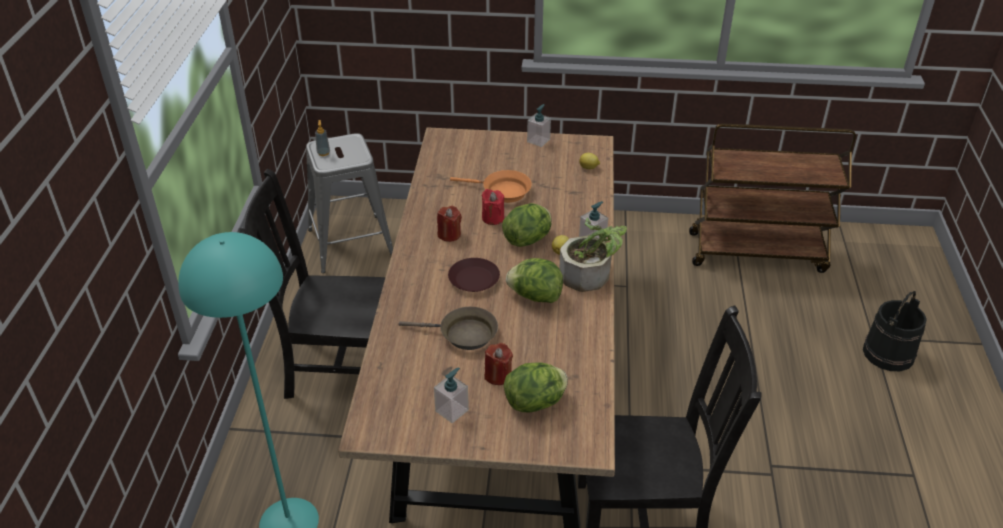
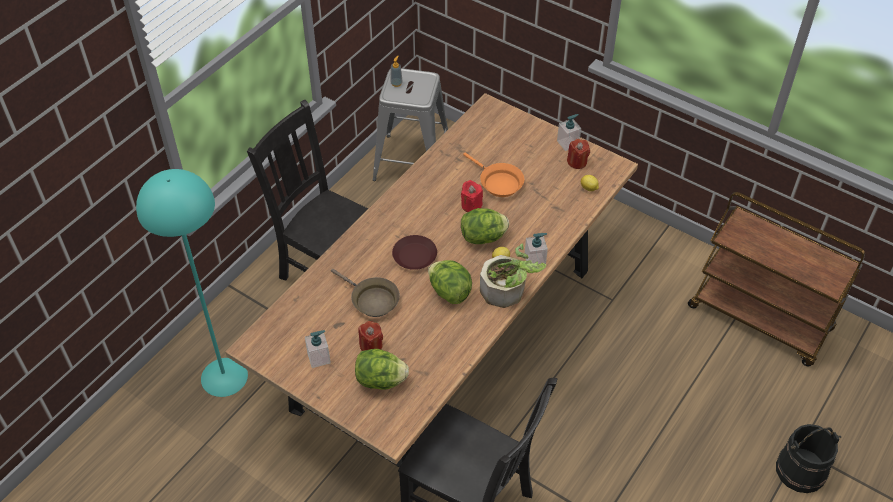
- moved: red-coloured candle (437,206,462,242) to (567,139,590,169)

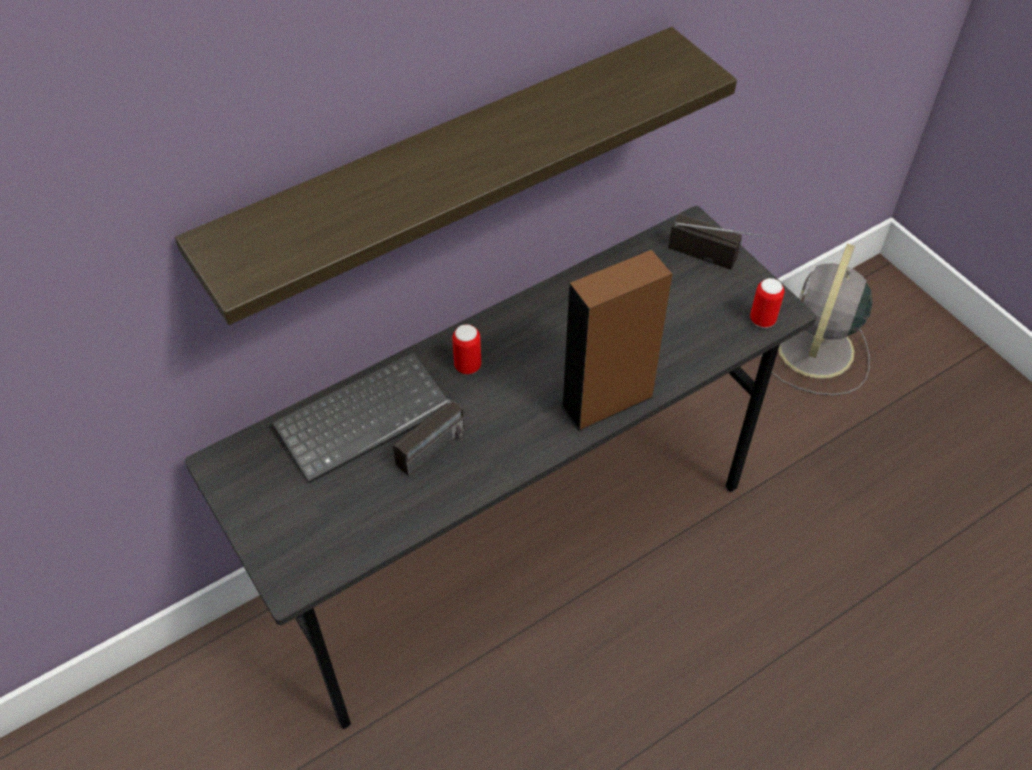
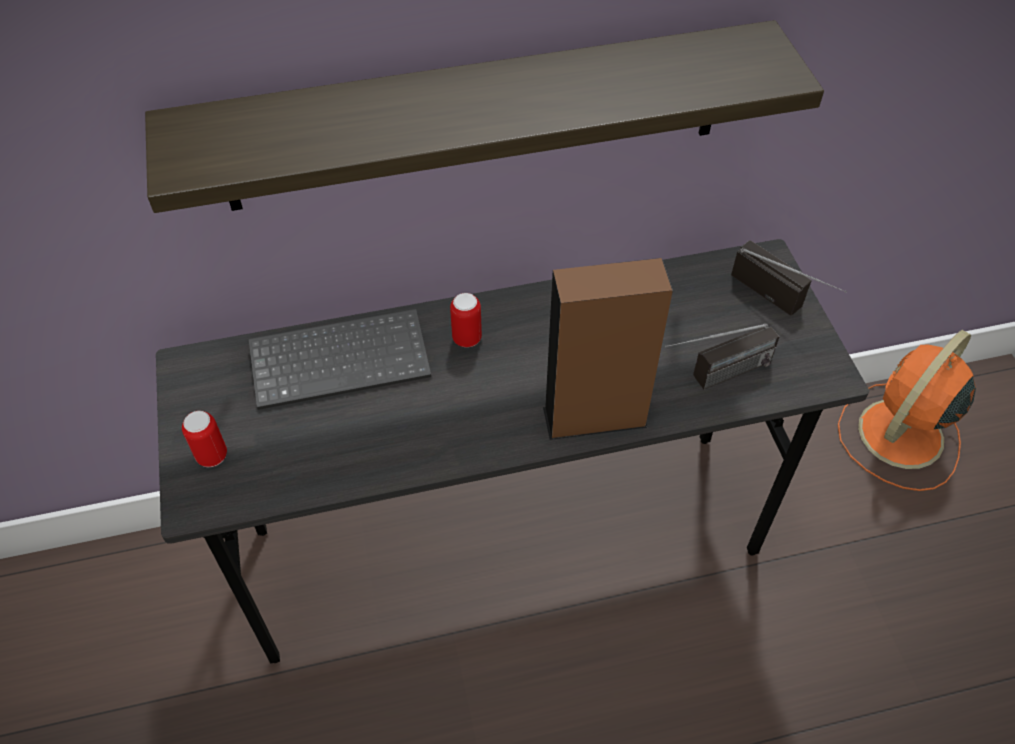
- recoloured: gray fan (761,244,873,395) to orange-coloured fan (838,330,976,491)
- moved: can (750,278,784,328) to (182,411,227,467)
- moved: radio receiver (357,399,464,476) to (665,324,779,389)

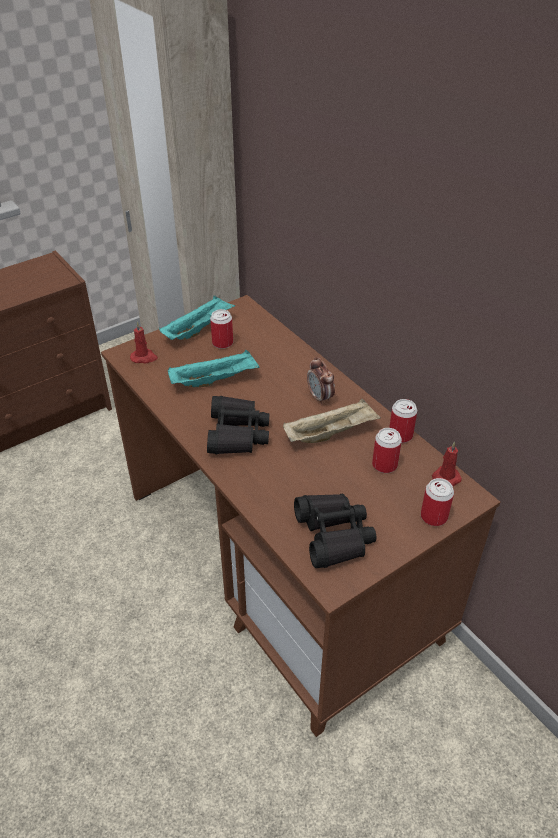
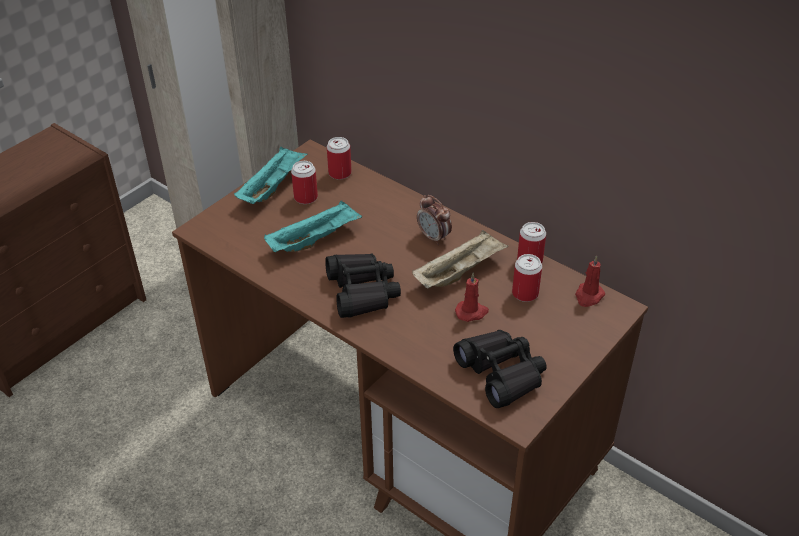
- moved: red-coloured candle (130,321,158,364) to (455,272,489,322)
- moved: can (421,478,454,526) to (327,137,352,179)

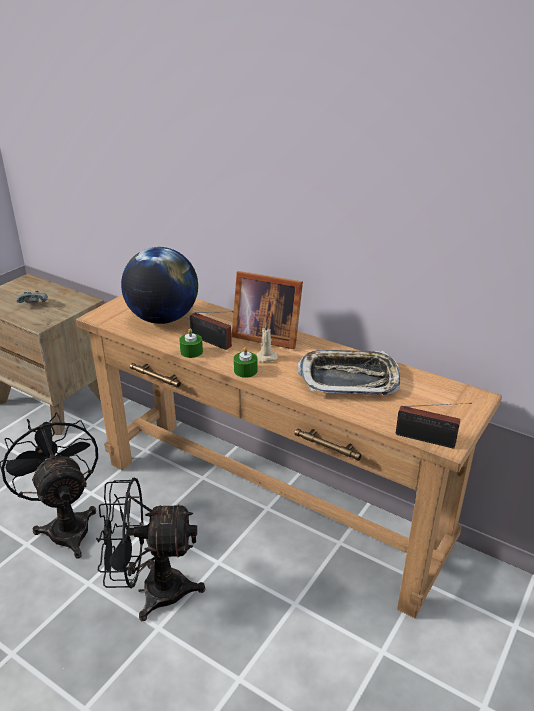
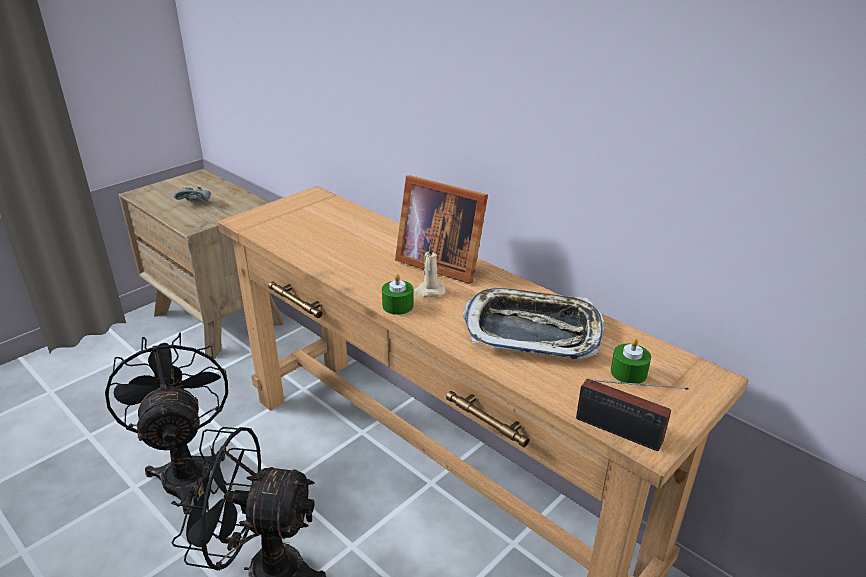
- removed: globe (121,247,198,324)
- removed: radio receiver (190,311,234,350)
- moved: green-coloured candle (179,328,203,358) to (611,338,651,385)

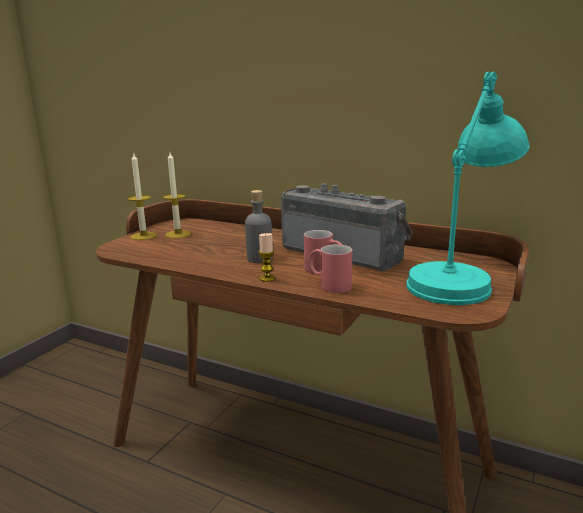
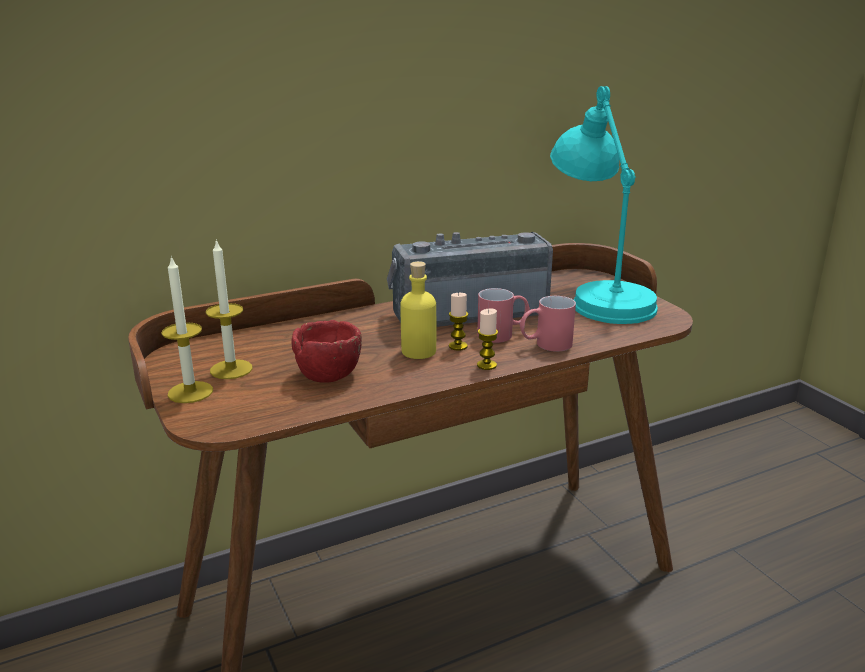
- recoloured: gray bottle (245,190,273,263) to yellowish bottle (400,261,436,359)
- added: candle (449,293,468,351)
- added: red-coloured serving bowl (292,320,362,383)

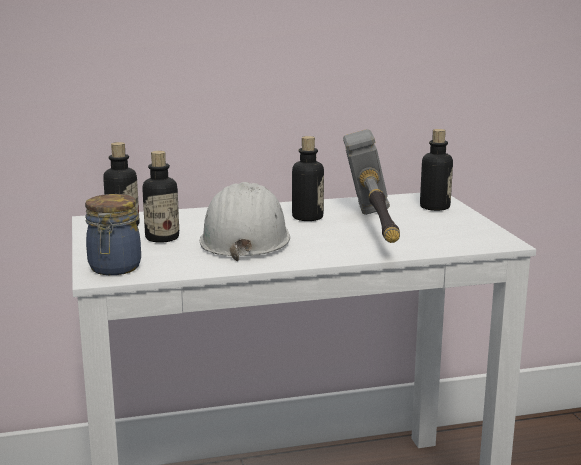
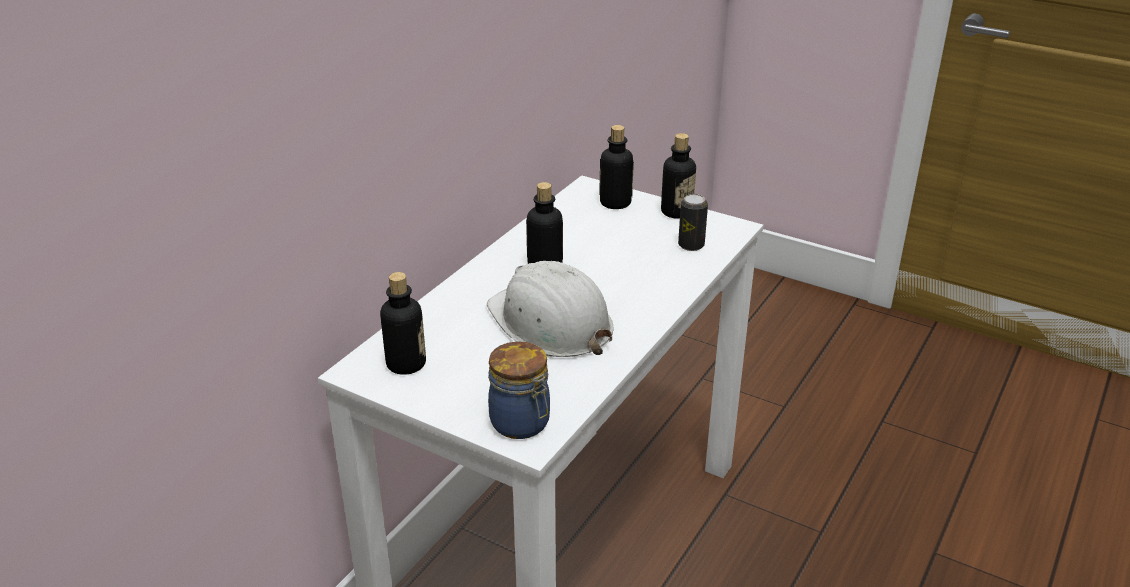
- removed: hand hammer (343,129,400,243)
- moved: bottle (142,151,179,243) to (661,133,696,219)
- added: can (678,194,708,251)

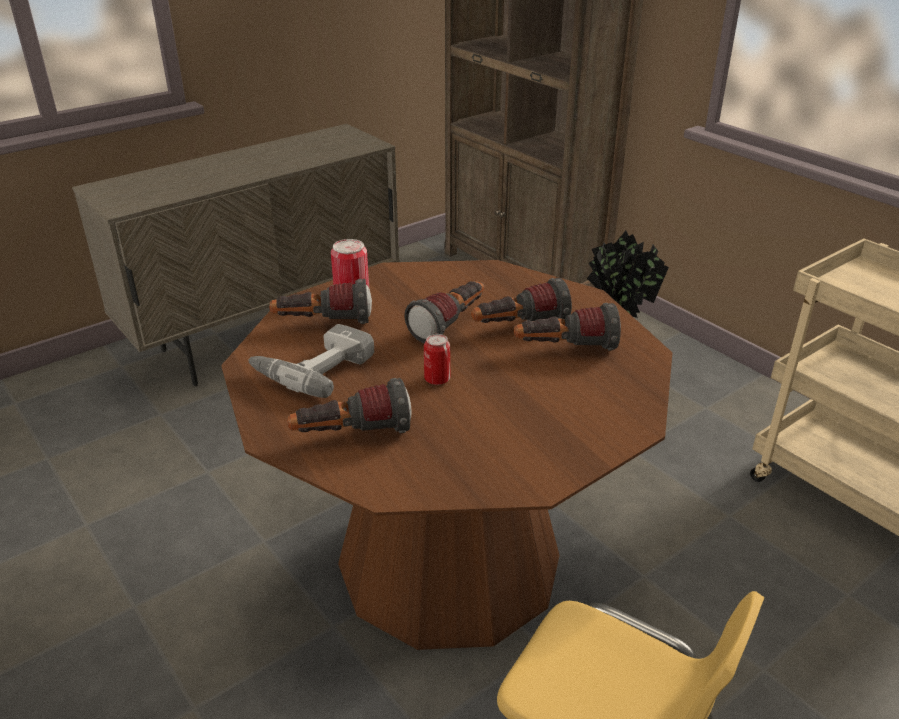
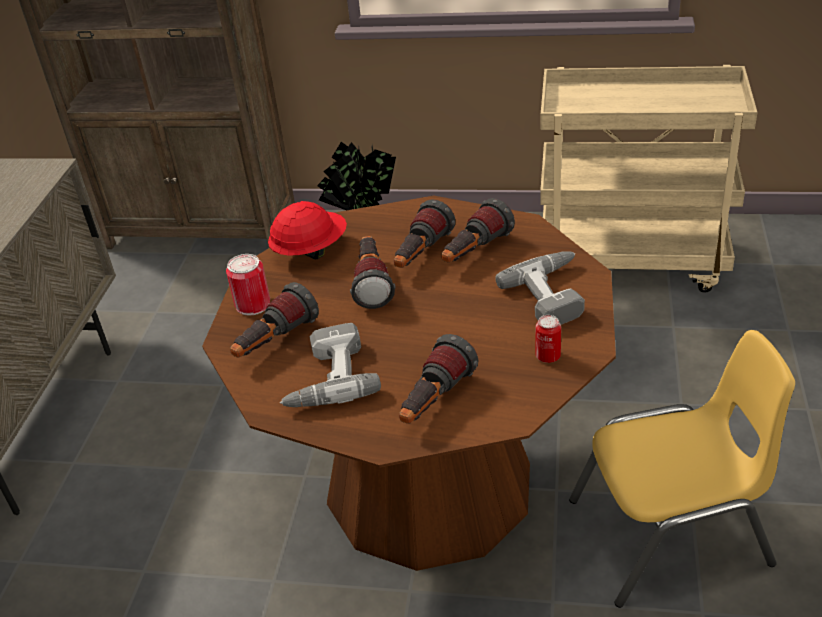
- moved: can (424,334,450,385) to (535,315,561,363)
- added: red-coloured safety helmet (268,201,347,260)
- added: electric drill (495,251,585,324)

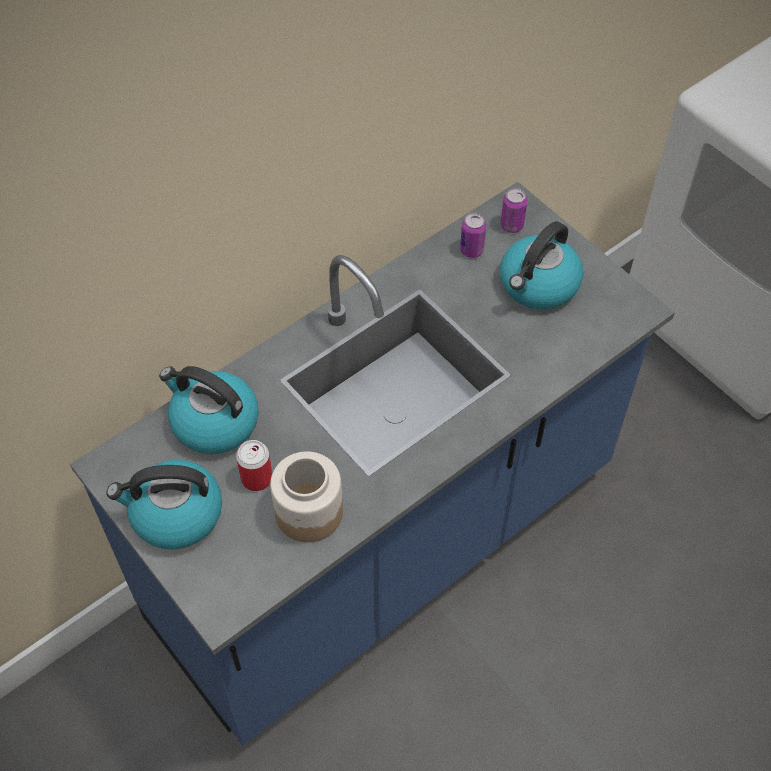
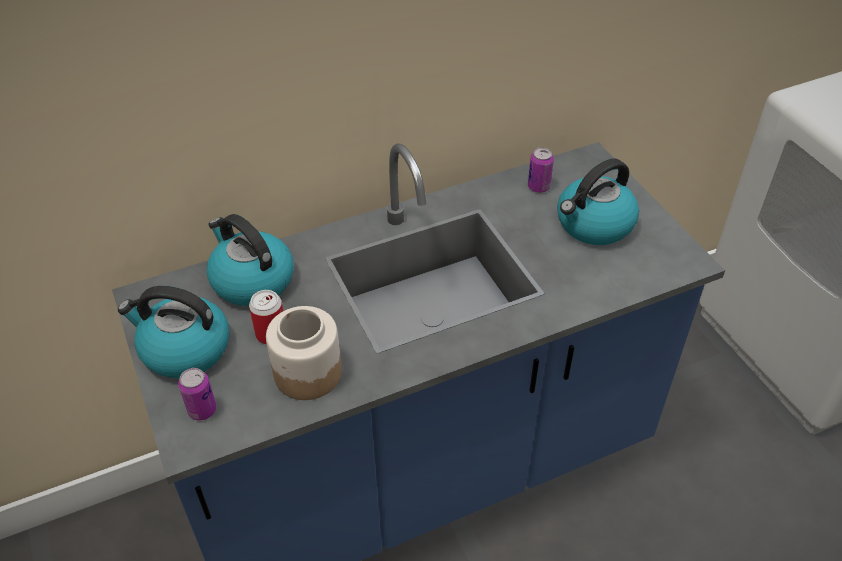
- moved: can (500,188,527,233) to (178,368,216,421)

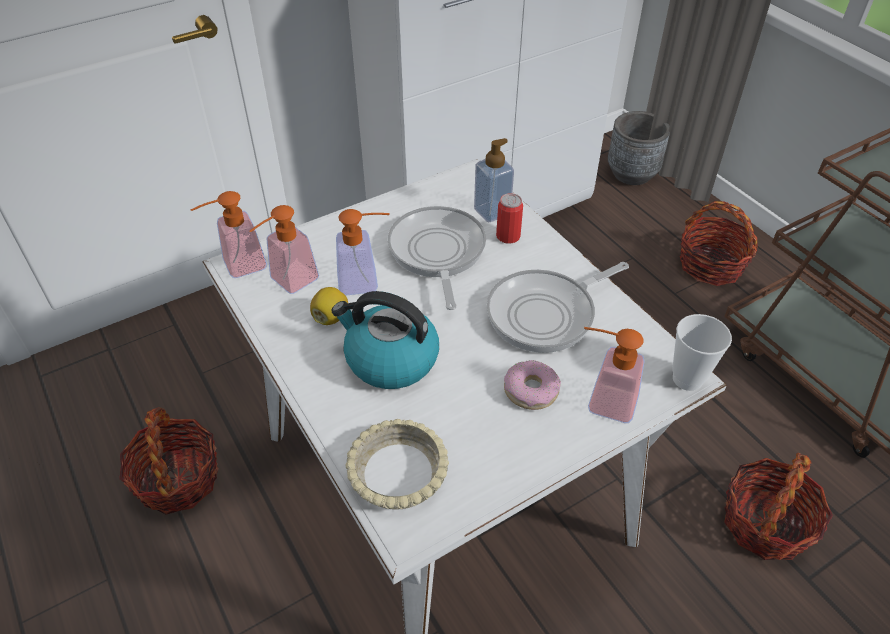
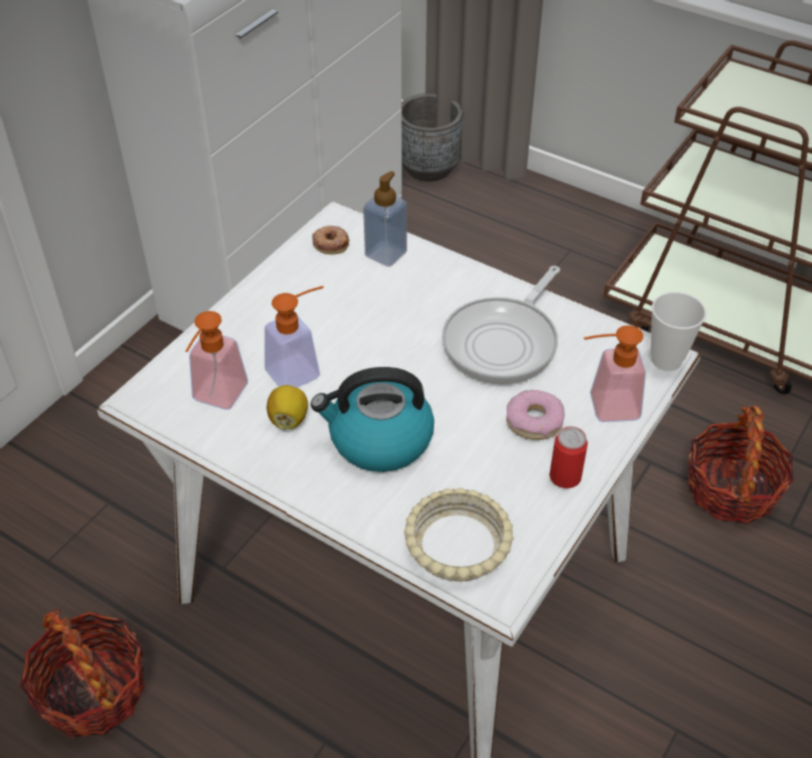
- removed: soap dispenser (190,191,267,278)
- moved: can (496,193,523,244) to (549,426,588,488)
- removed: household basket (680,201,758,286)
- removed: skillet (388,206,486,310)
- added: ring doughnut (312,226,349,255)

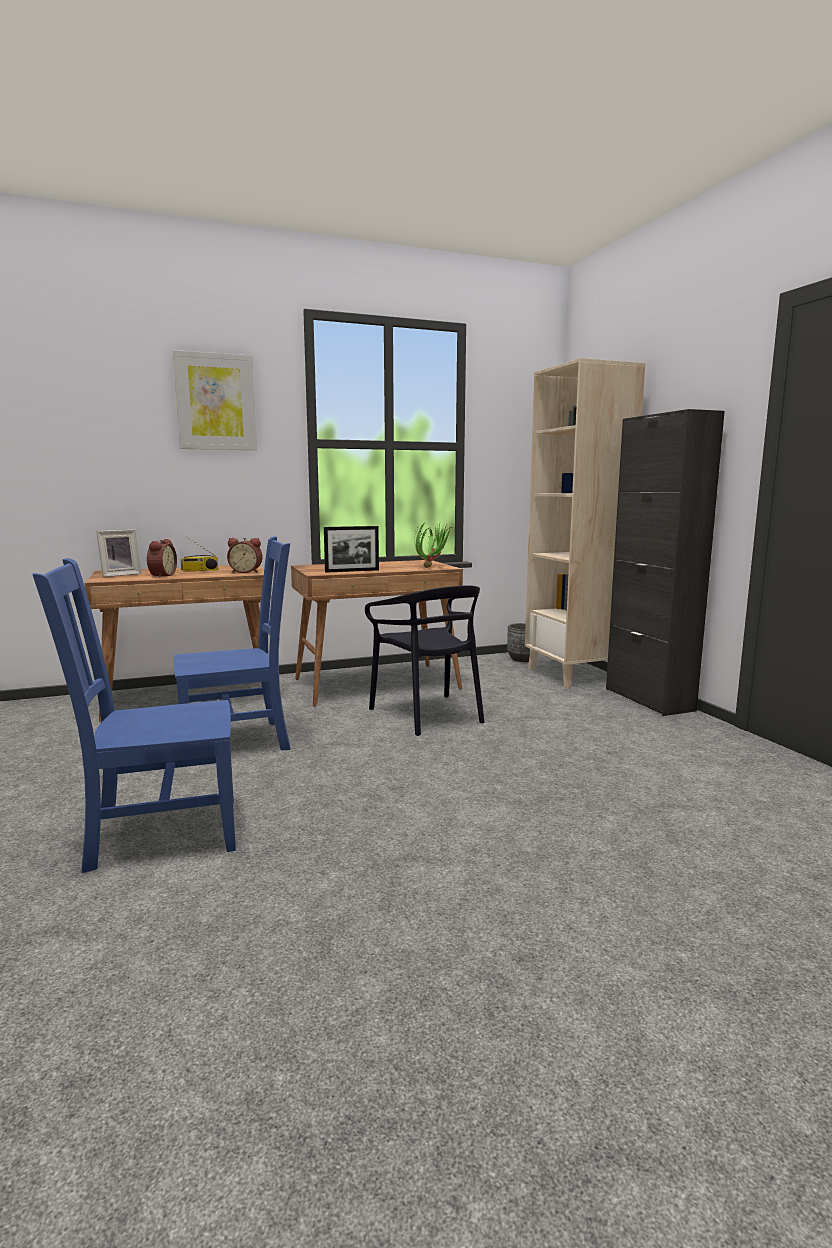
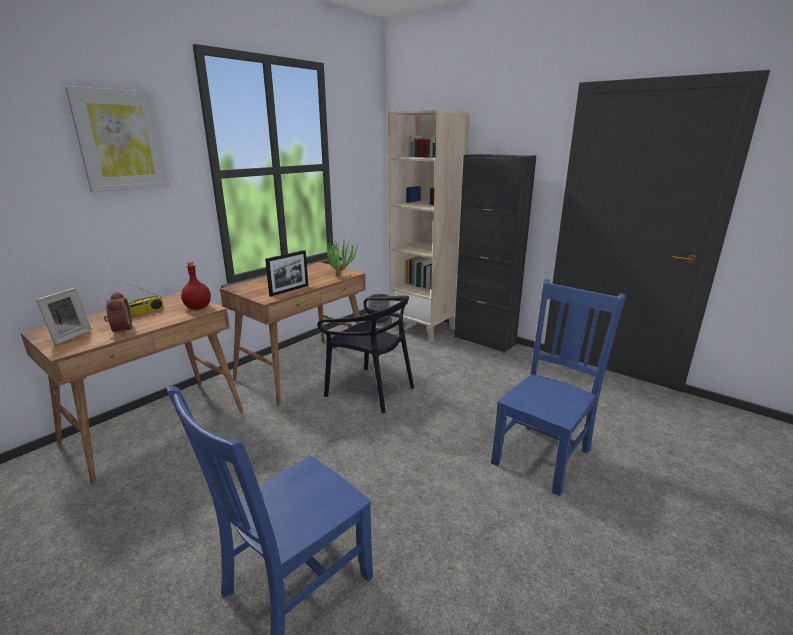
- moved: bluish plain chair (174,536,291,750) to (491,279,626,496)
- replaced: bedside clock (227,538,263,573) to red-coloured bottle (181,262,211,310)

